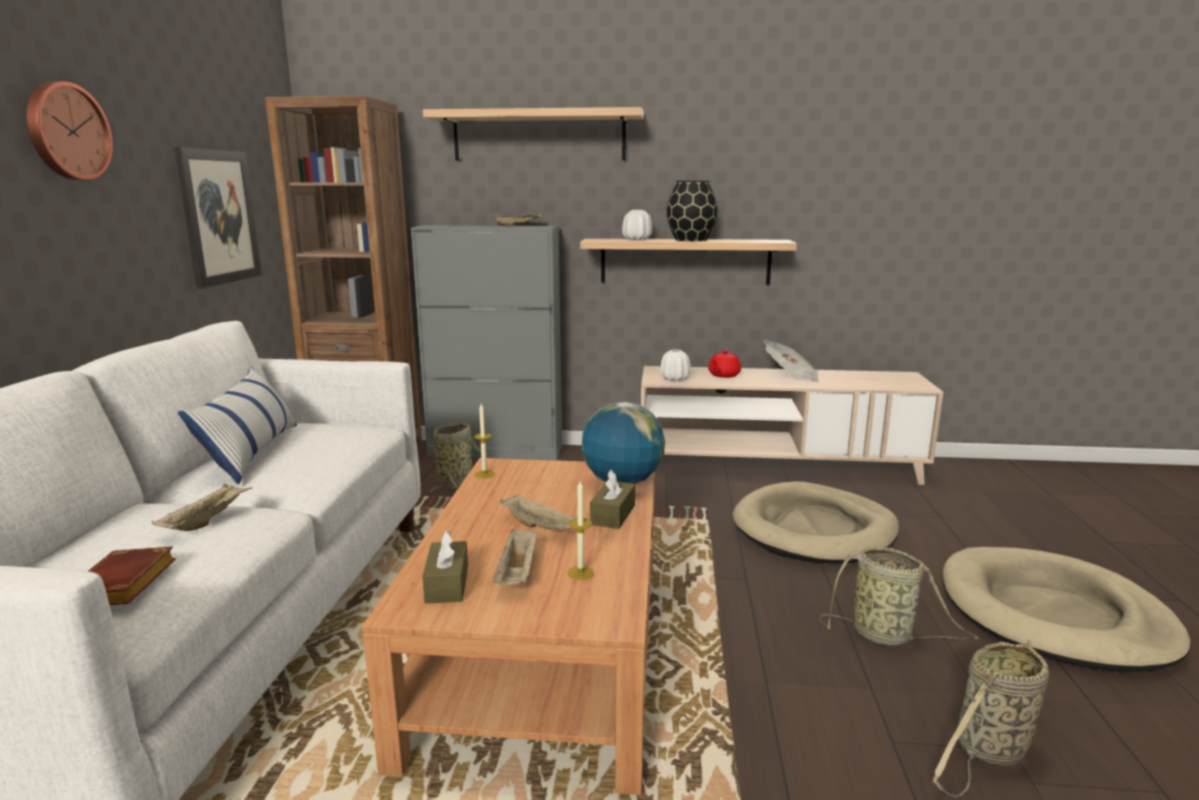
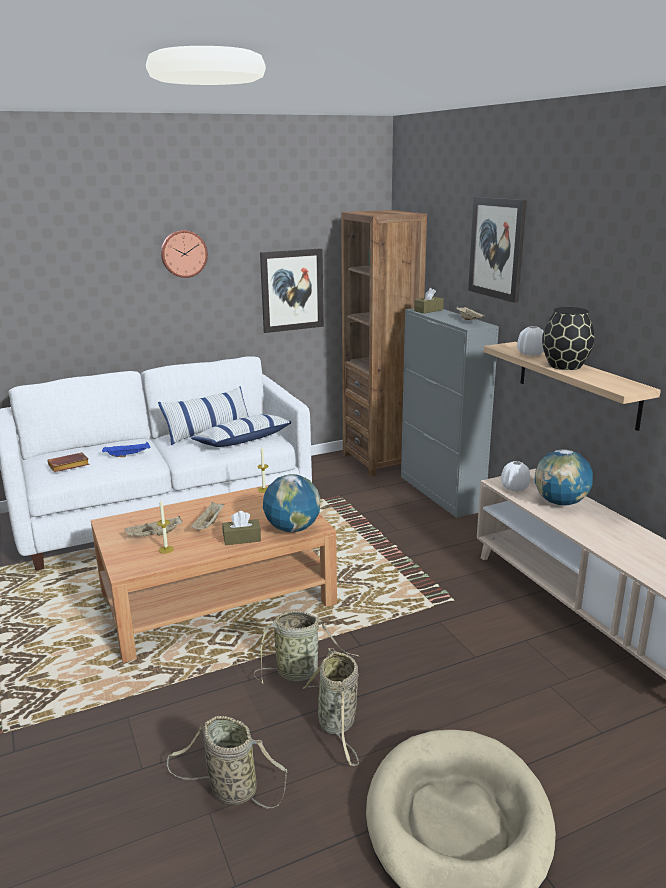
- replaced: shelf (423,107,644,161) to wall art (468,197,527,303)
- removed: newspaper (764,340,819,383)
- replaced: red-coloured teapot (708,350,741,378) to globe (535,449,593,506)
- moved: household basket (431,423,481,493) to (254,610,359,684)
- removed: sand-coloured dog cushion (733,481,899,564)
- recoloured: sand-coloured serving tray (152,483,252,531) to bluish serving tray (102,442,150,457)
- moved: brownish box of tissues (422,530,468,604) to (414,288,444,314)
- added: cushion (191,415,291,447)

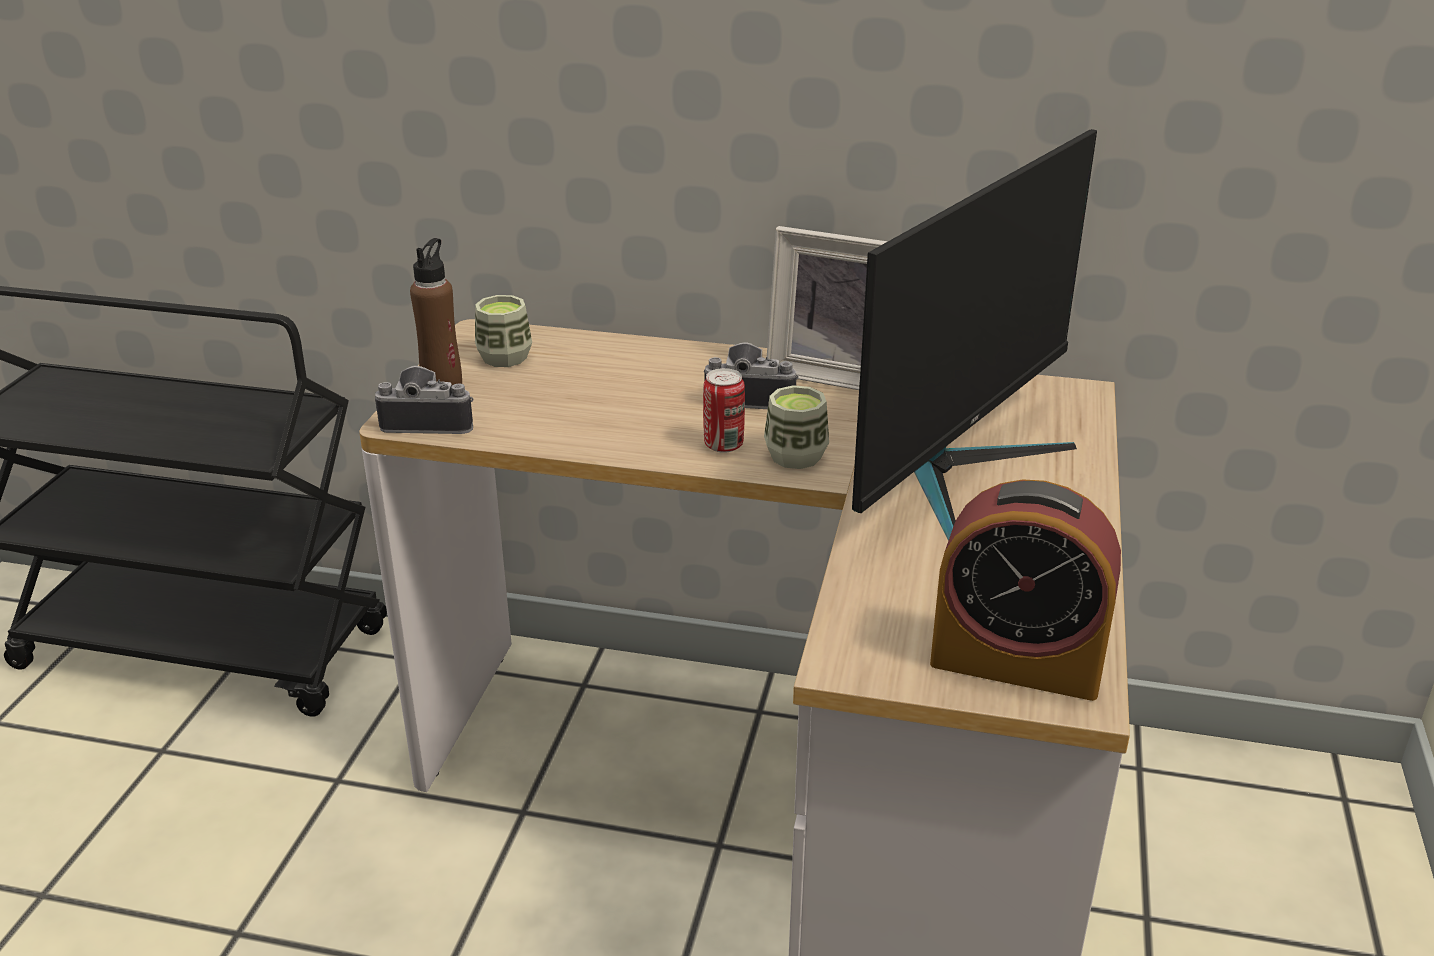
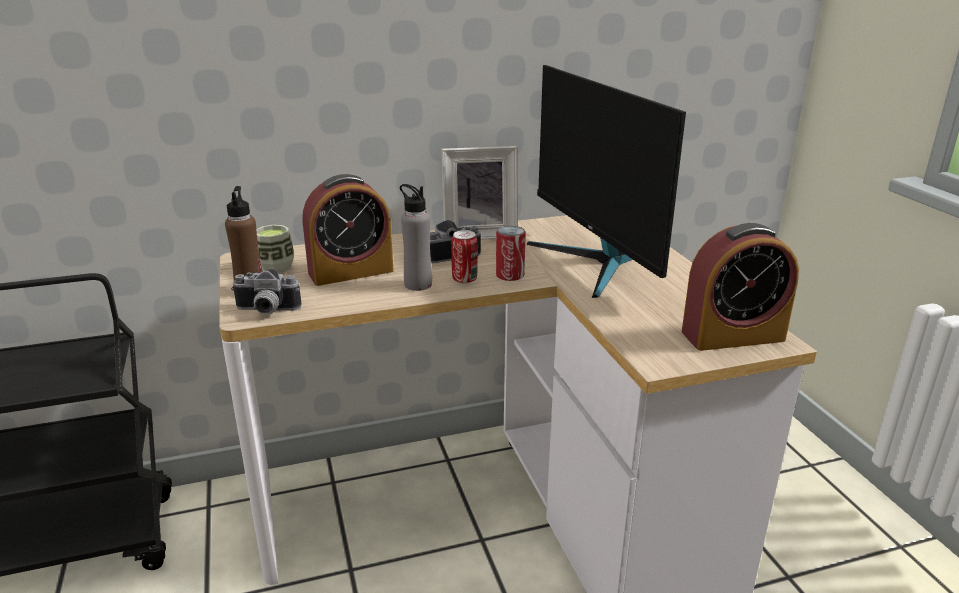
- turned: computer display (852,129,1097,541) = (527,65,686,298) 150 degrees clockwise
- turned: photo camera (375,366,474,434) = (231,269,302,314) 150 degrees counterclockwise
- replaced: small cup (764,385,829,469) to can (496,226,526,281)
- added: bedside clock (302,174,393,286)
- added: gray bottle (400,184,432,291)

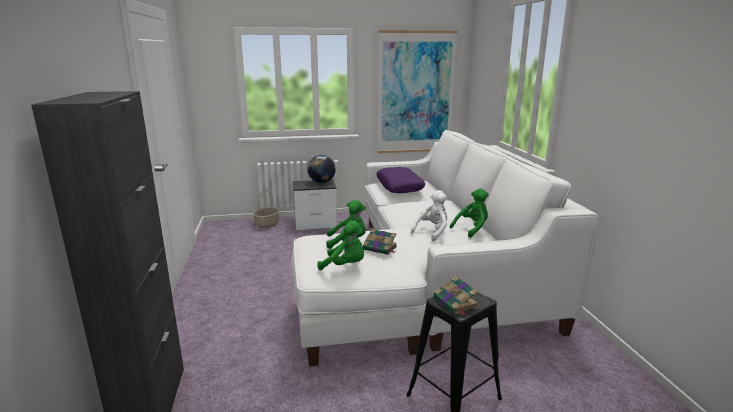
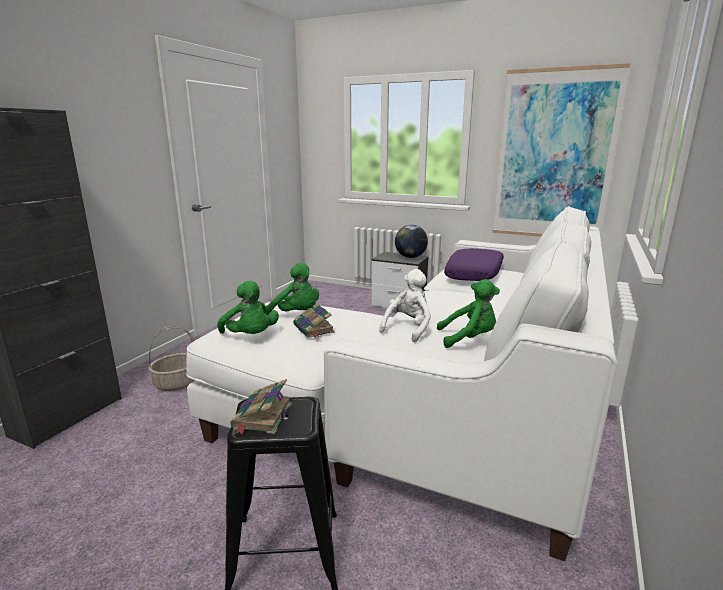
- moved: household basket (253,190,279,228) to (149,326,195,391)
- turned: whitish cuddly toy (411,190,447,242) = (379,269,431,343) 45 degrees counterclockwise

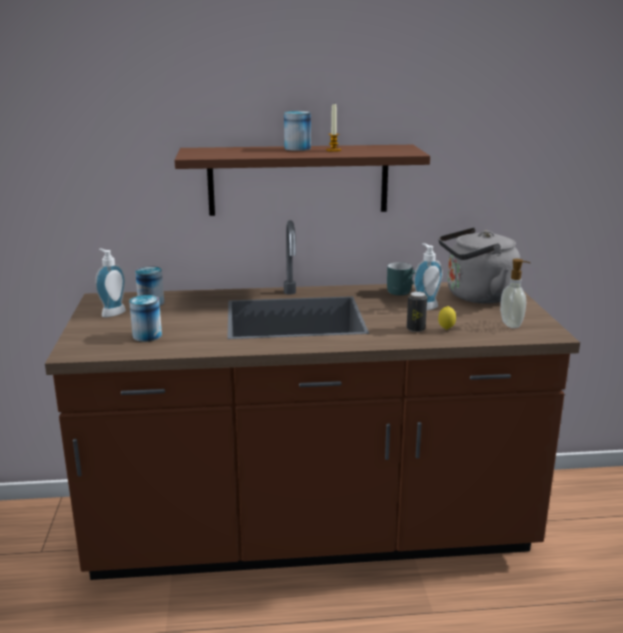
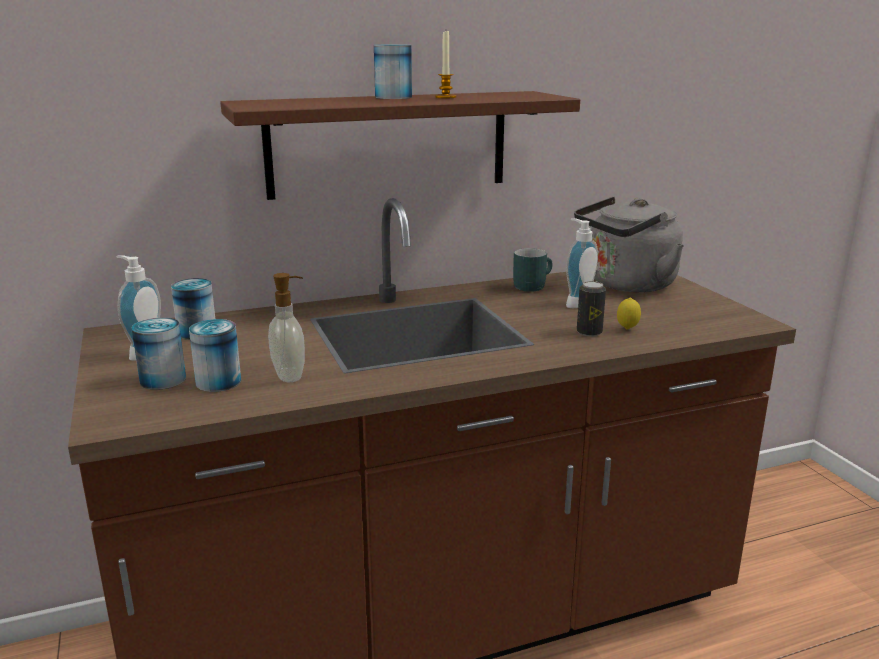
- moved: soap dispenser (500,259,530,328) to (268,273,305,382)
- added: can (131,317,186,390)

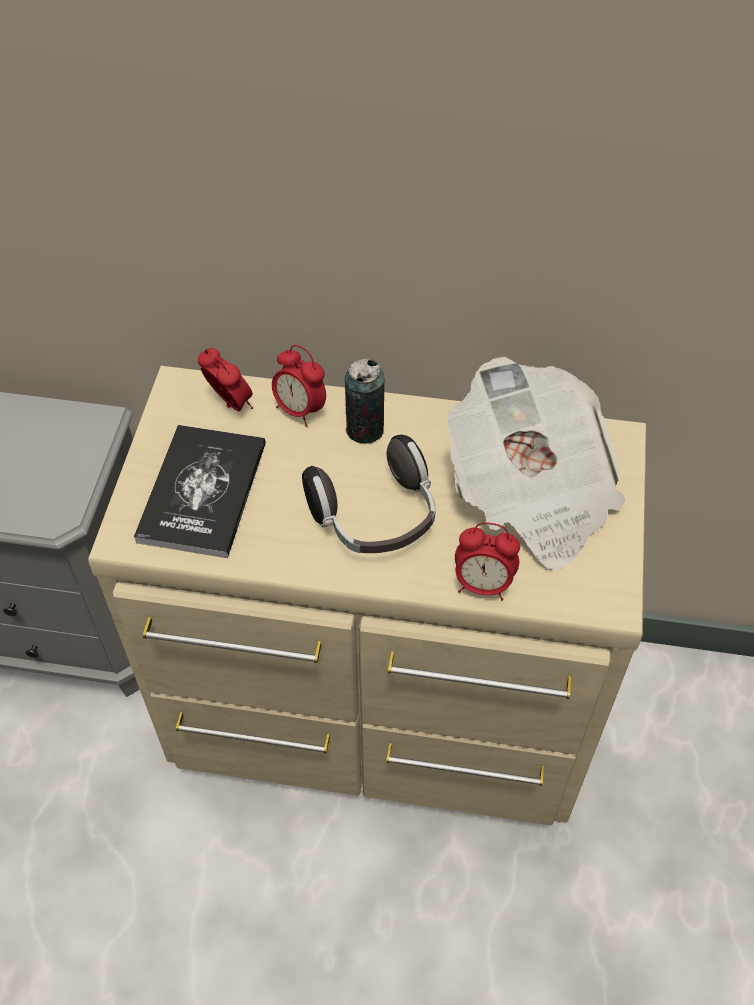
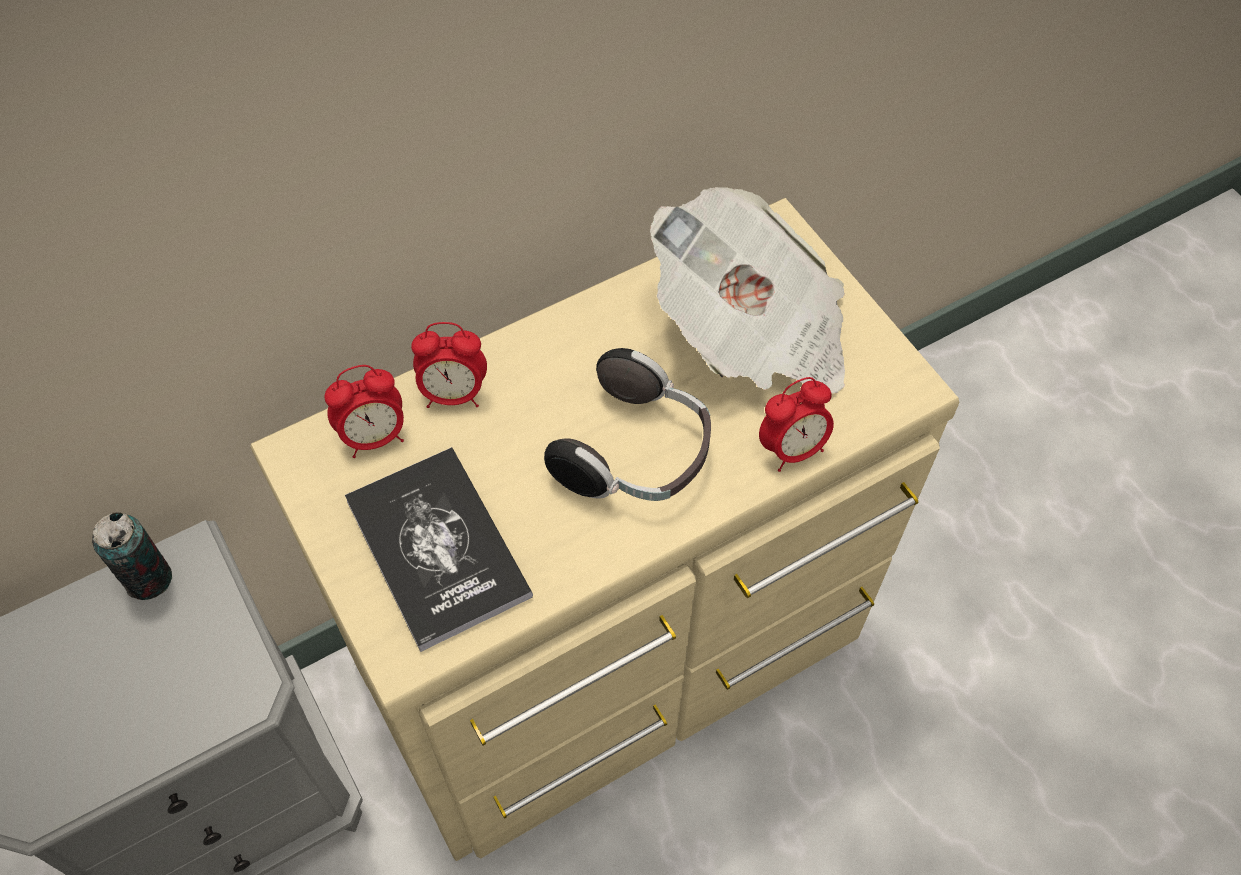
- turned: bedside clock (198,348,253,411) = (325,365,404,458) 150 degrees clockwise
- moved: can (344,359,385,444) to (92,512,172,600)

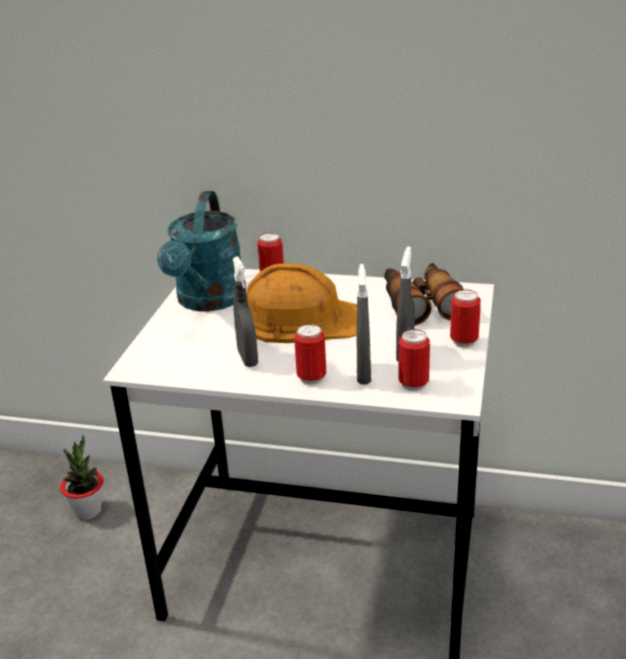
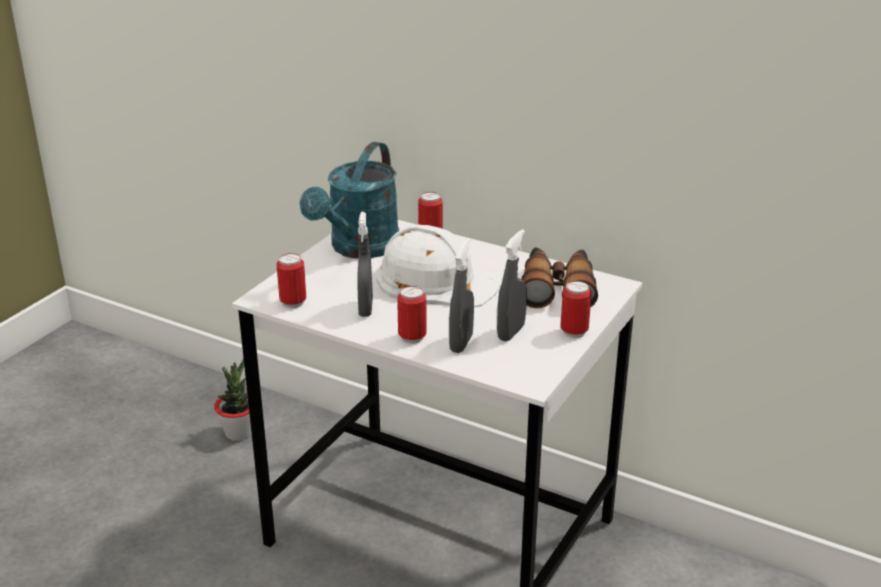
- recoloured: orange-coloured safety helmet (247,263,357,343) to whitish safety helmet (376,224,501,307)
- moved: can (398,329,430,391) to (277,253,306,308)

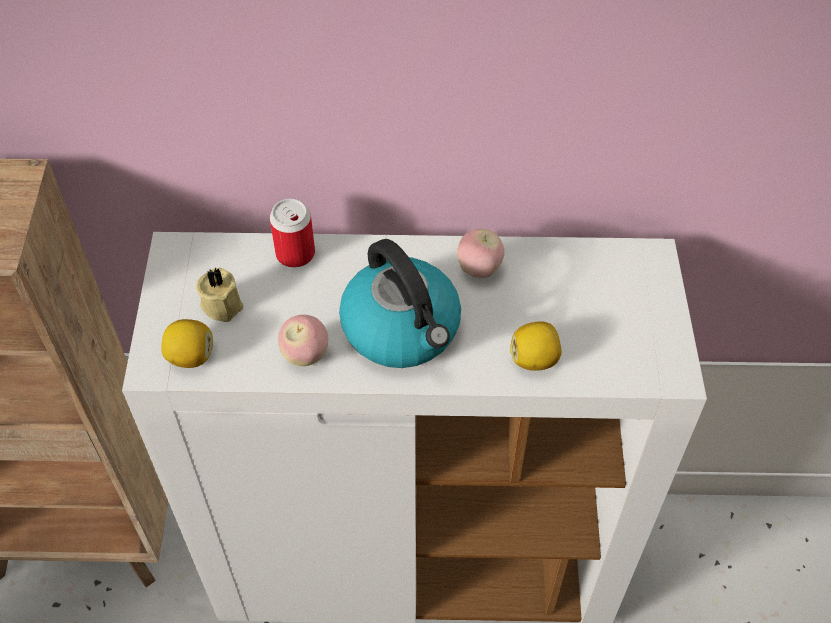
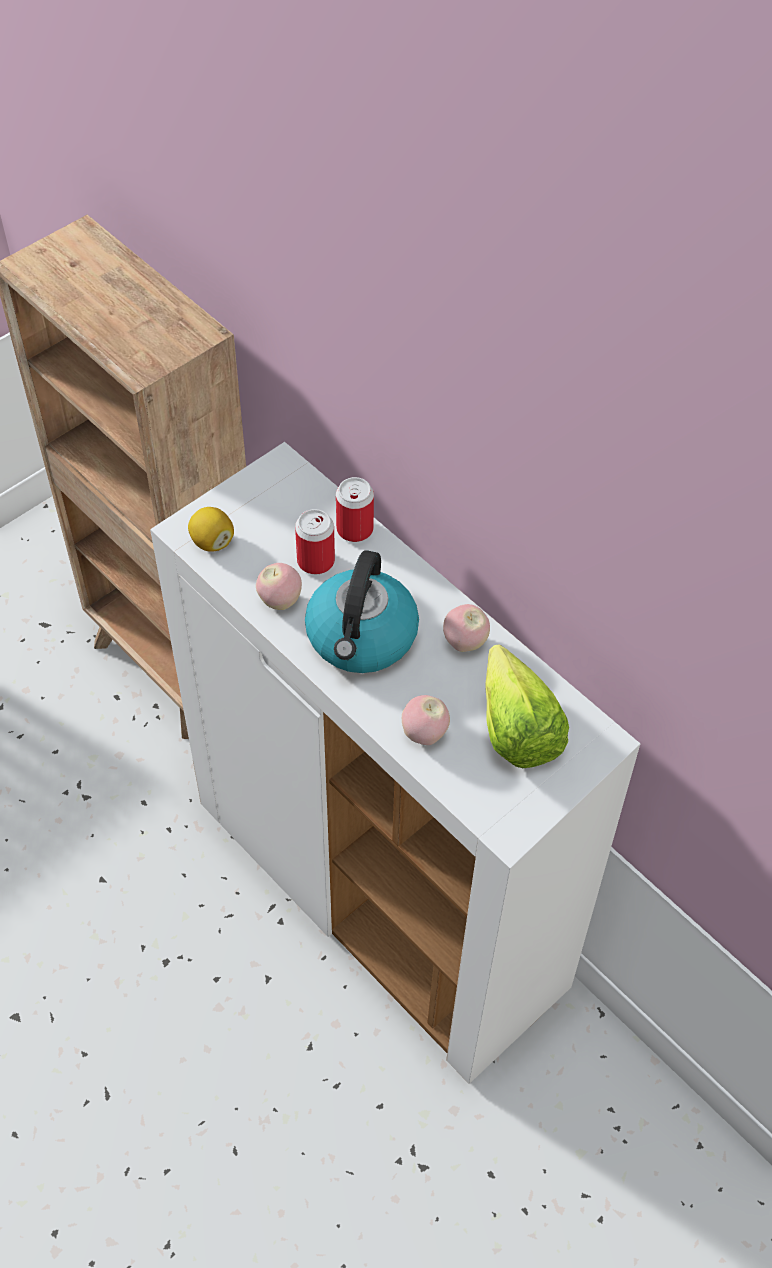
- removed: sand-coloured candle (196,268,244,322)
- replaced: lemon (510,321,561,371) to whole apple (402,695,450,745)
- added: can (295,509,335,574)
- added: lettuce head (485,644,569,768)

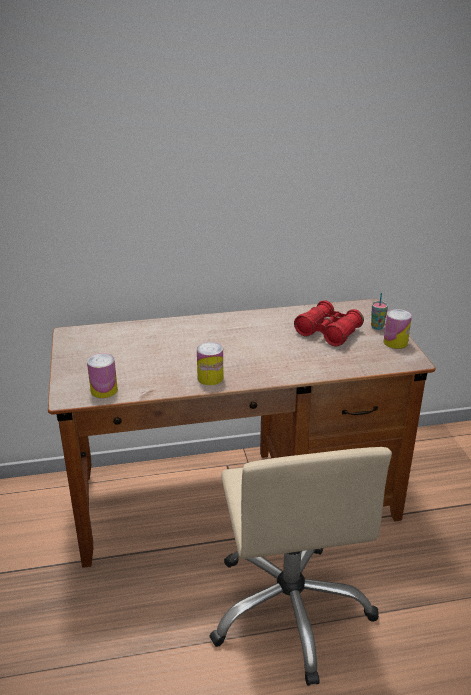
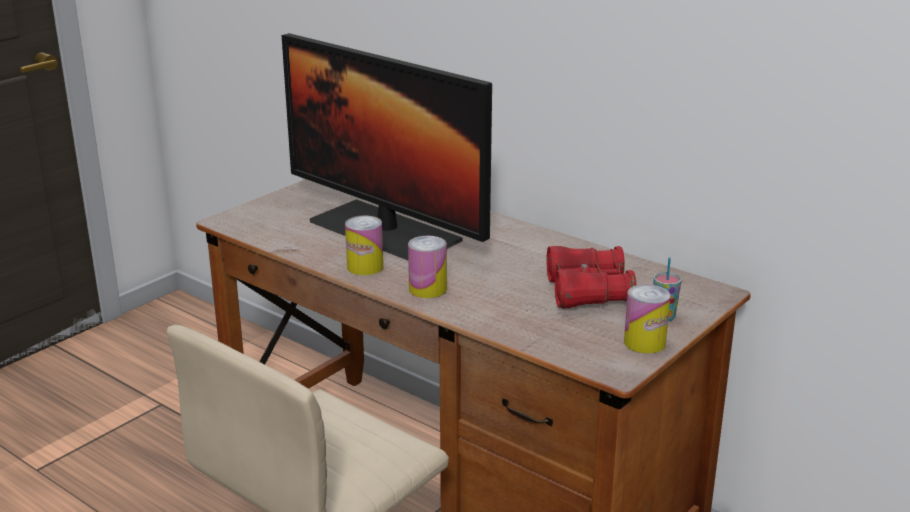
- moved: can (87,353,118,398) to (408,236,447,298)
- added: computer display (282,33,492,260)

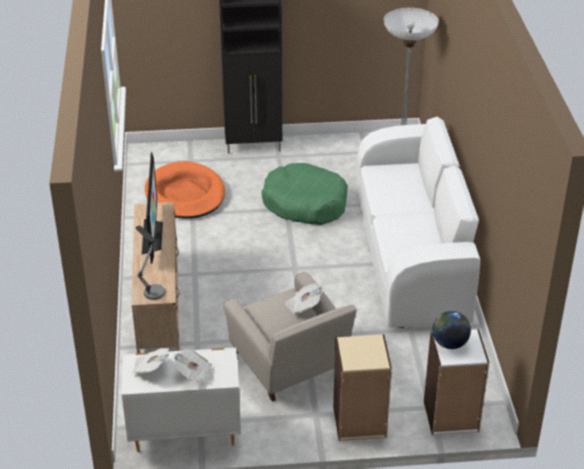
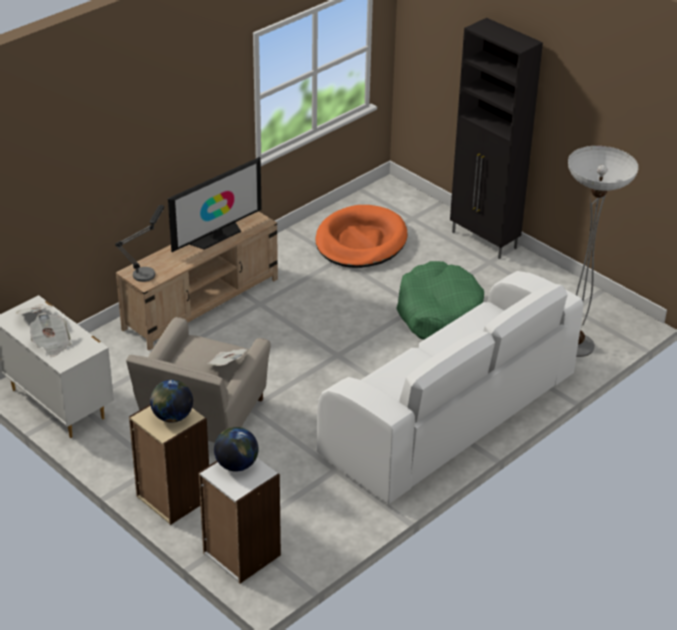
- added: globe (150,380,193,423)

